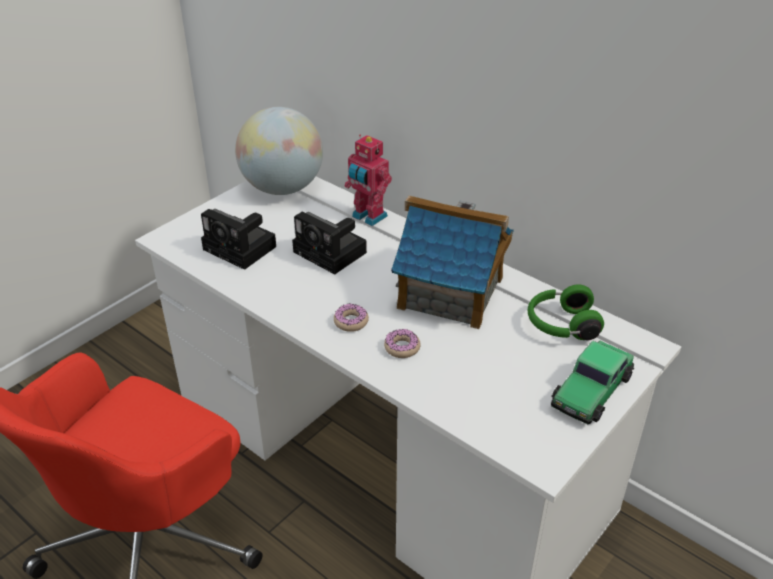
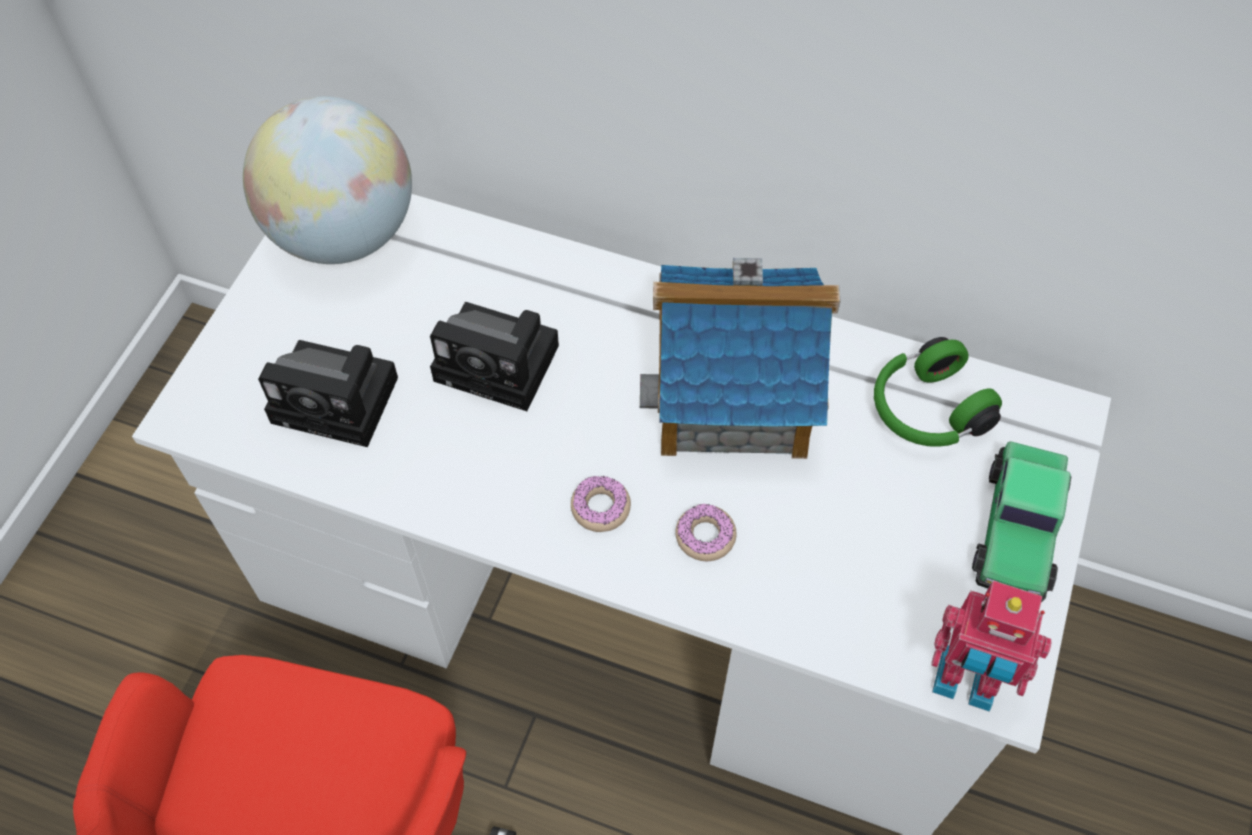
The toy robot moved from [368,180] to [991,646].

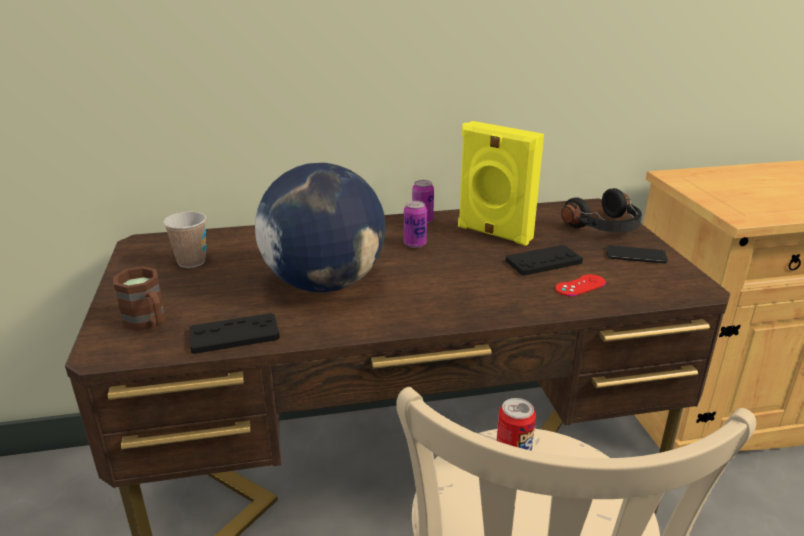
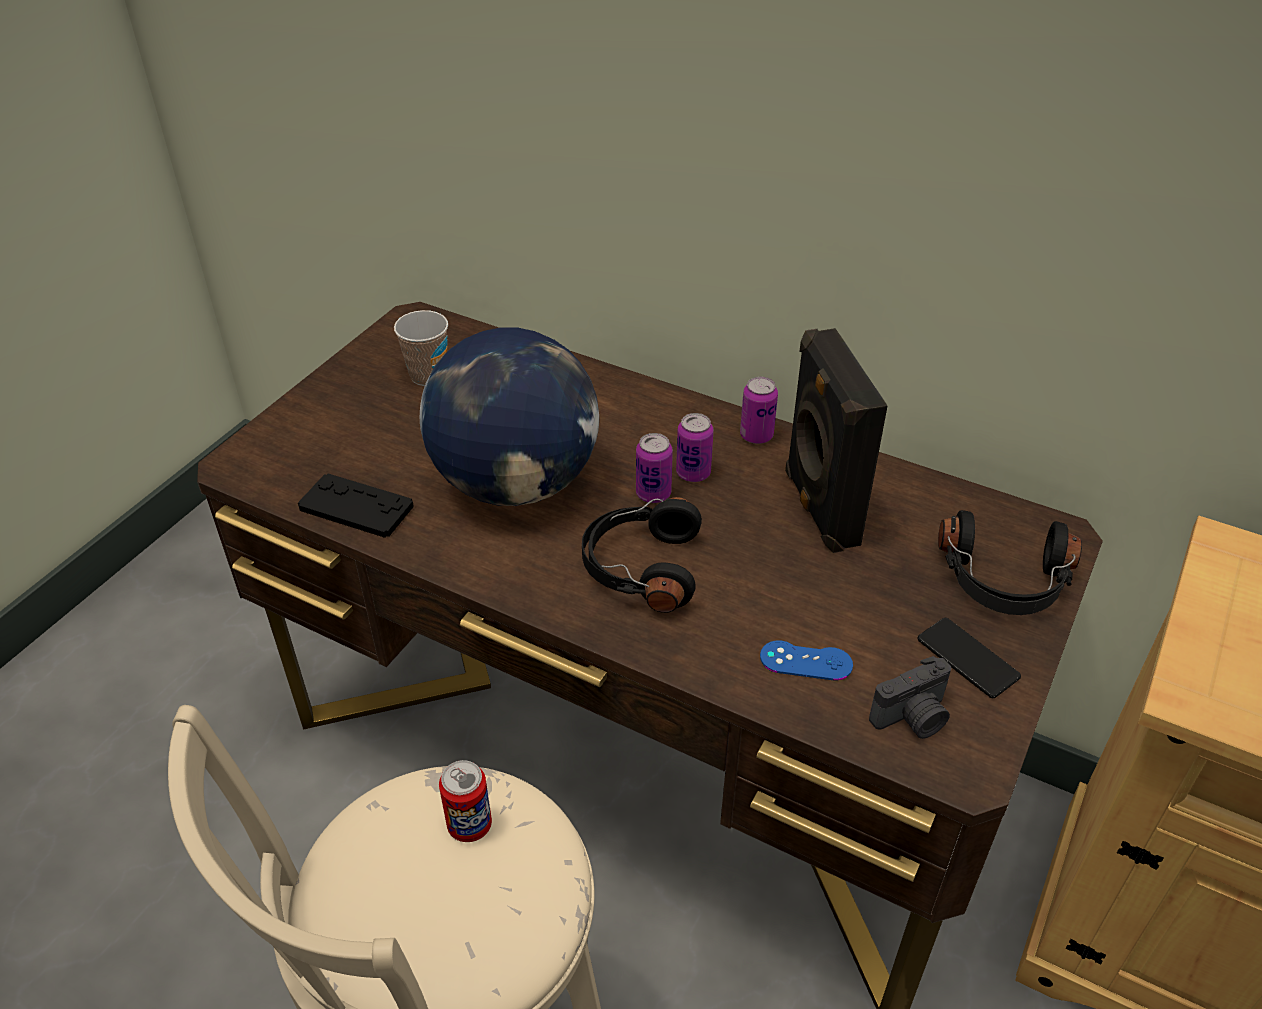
The headphones in black at [642,555] appeared.
The can at [654,468] appeared.
The game controller in red at [580,285] became the game controller in blue at [806,660].
The speaker in yellow at [501,183] became the speaker in black at [836,440].
The photo camera at [910,697] appeared.
The mug in brown at [139,298] disappeared.
The game controller in black at [544,260] disappeared.

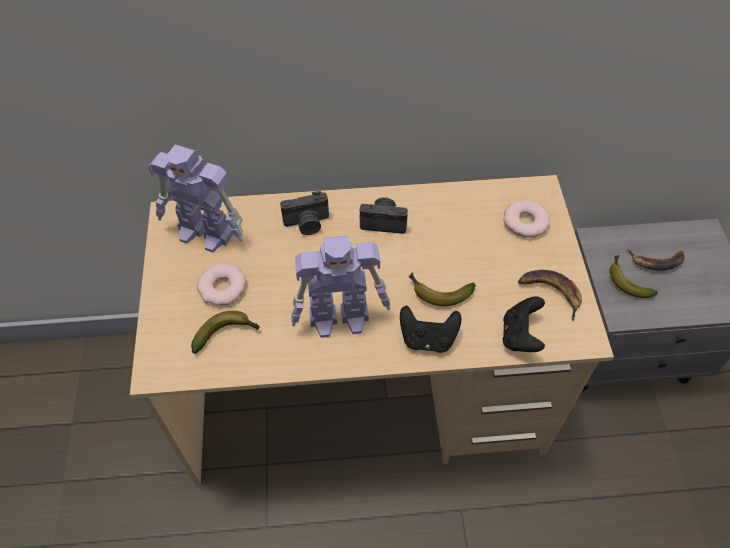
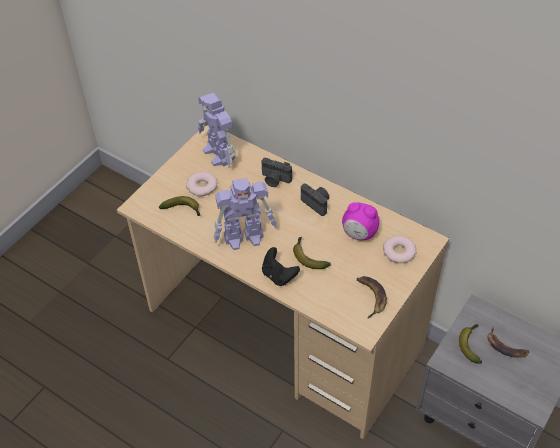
The toy robot at [340,287] turned 45 degrees counterclockwise.
The alarm clock at [360,221] appeared.
The game controller in black at [523,324] disappeared.

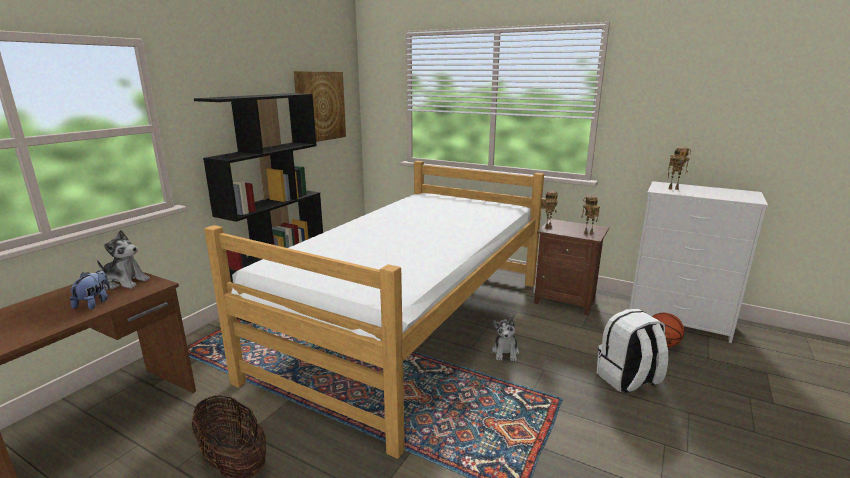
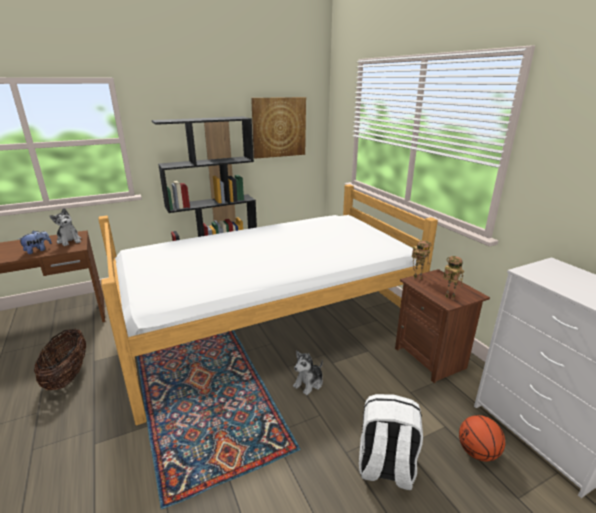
The toy robot at [679,168] disappeared.

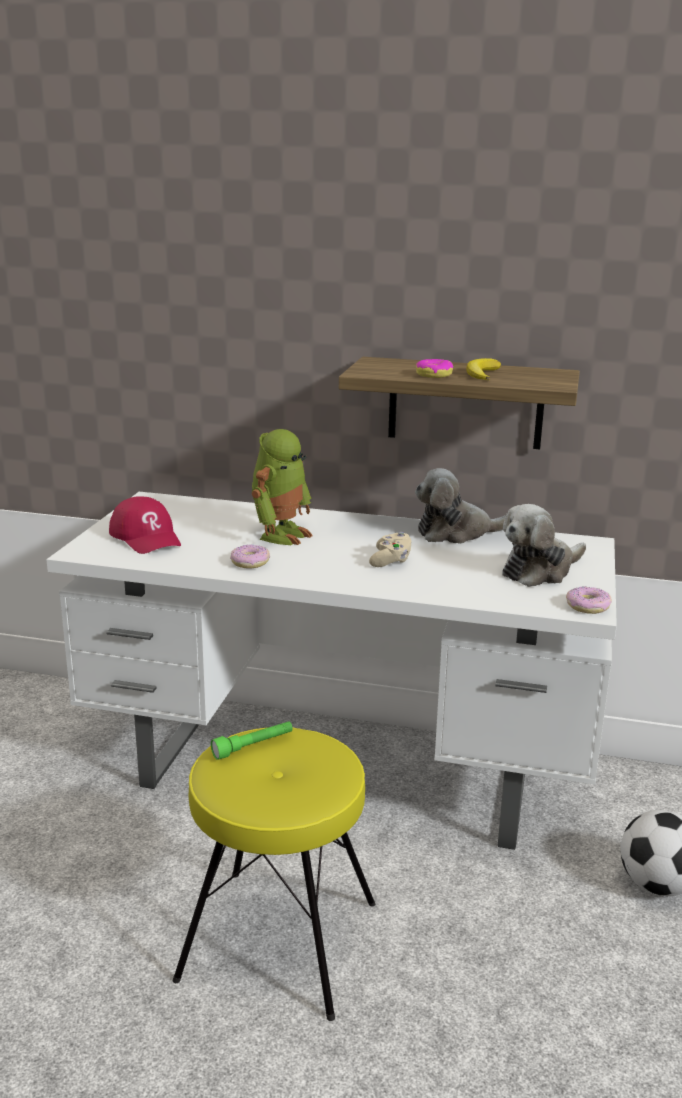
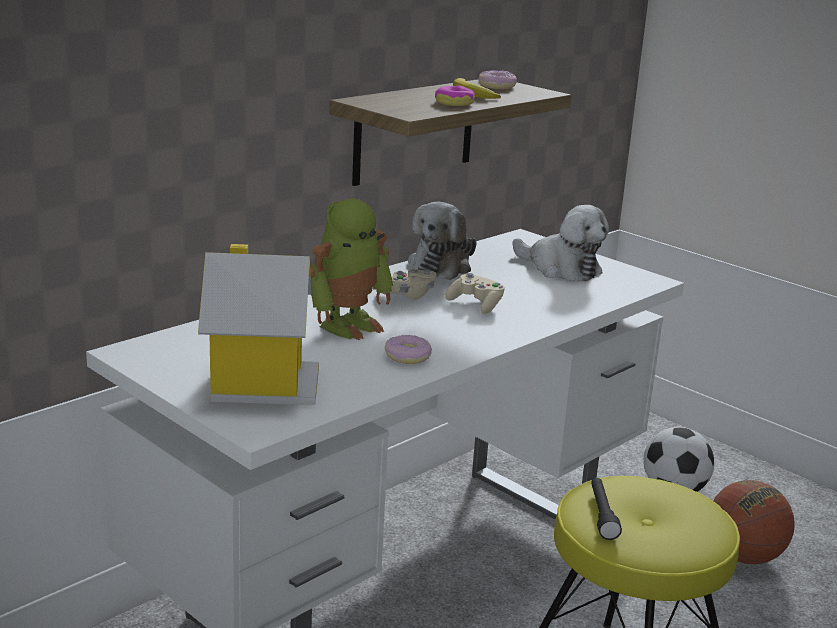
The cap in red at [145,525] was replaced by the toy house at [258,324].
The toy robot at [282,487] turned 75 degrees clockwise.
The game controller in beige at [410,284] appeared.
The donut moved from [589,600] to [497,79].
The plush toy at [544,545] turned 45 degrees counterclockwise.
The flashlight in green at [252,740] became the flashlight in black at [606,509].
The basketball at [754,522] appeared.

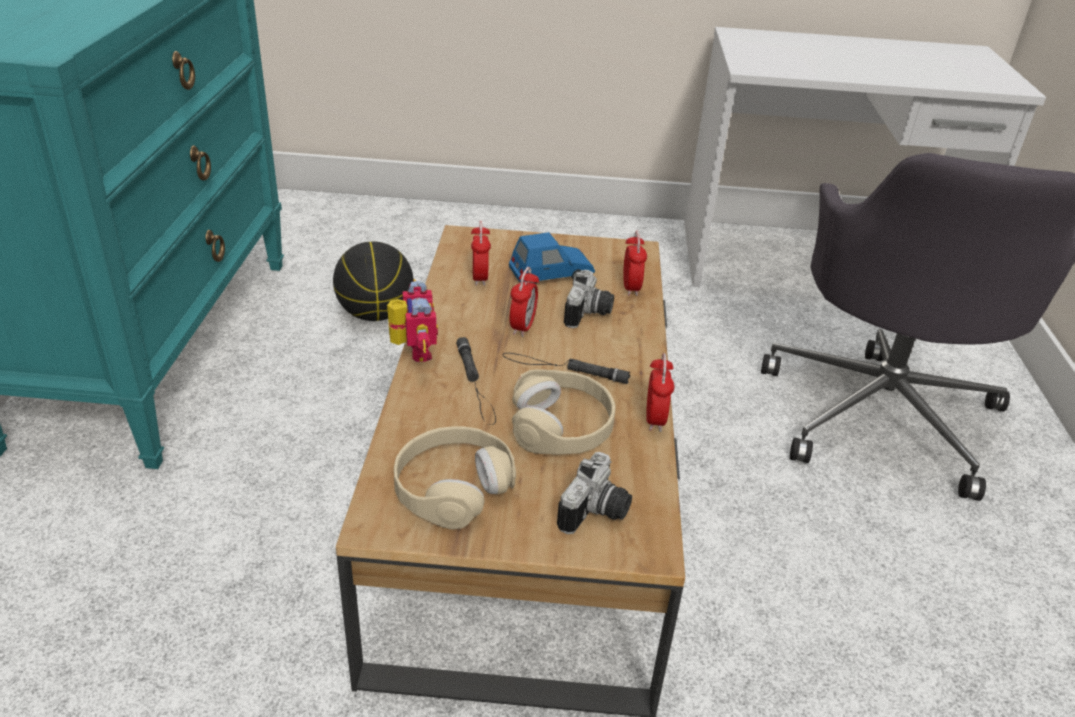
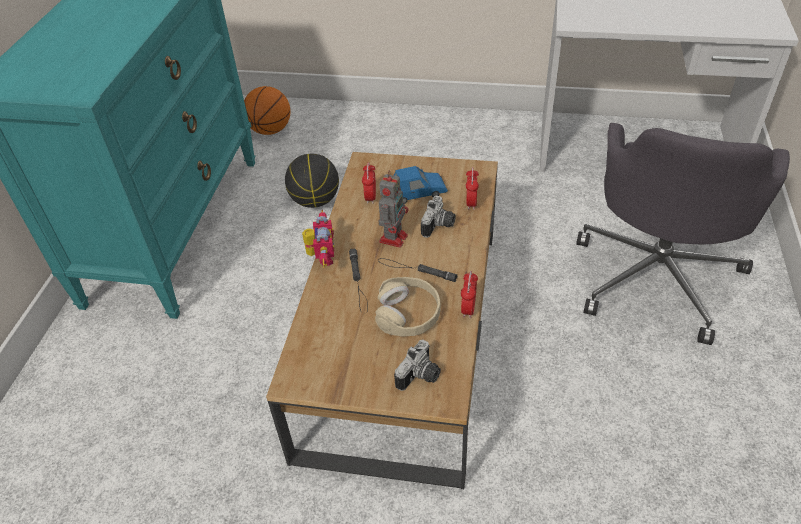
The basketball at [267,110] appeared.
The alarm clock at [524,302] was replaced by the toy robot at [394,209].
The headphones in beige at [455,478] disappeared.

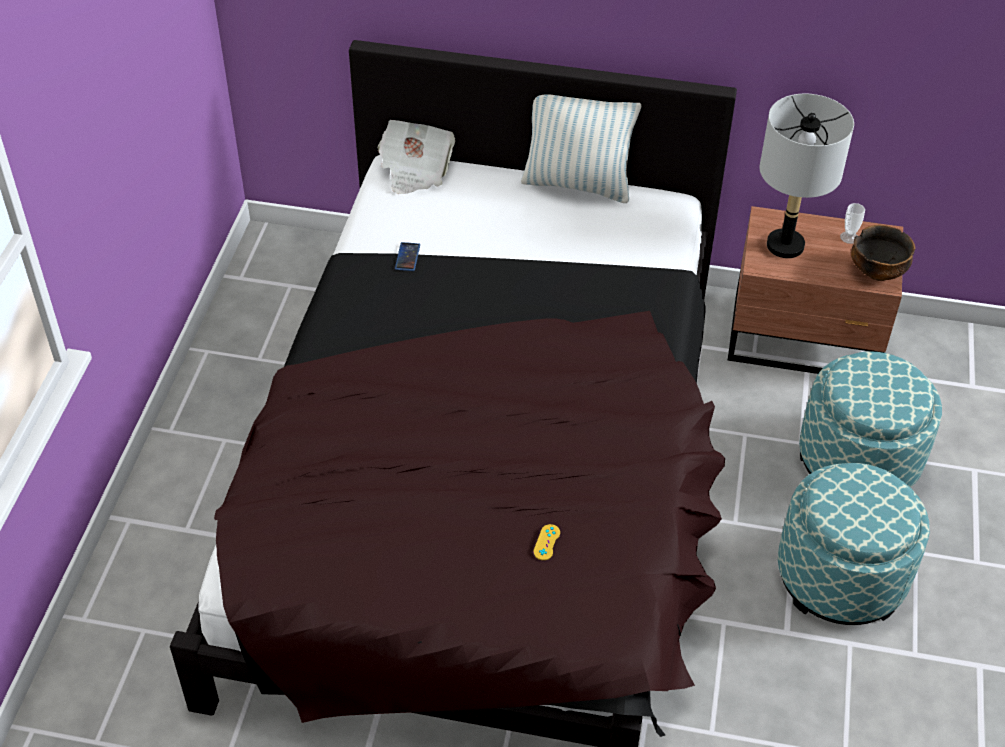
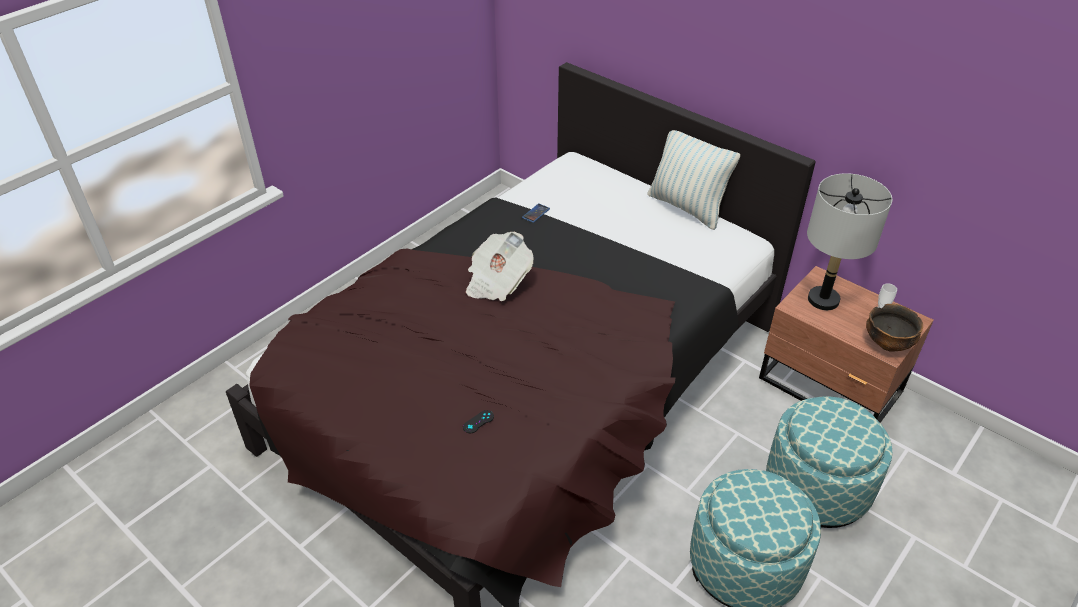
The game controller in yellow at [546,542] became the game controller in black at [478,421].
The newspaper moved from [416,157] to [499,266].

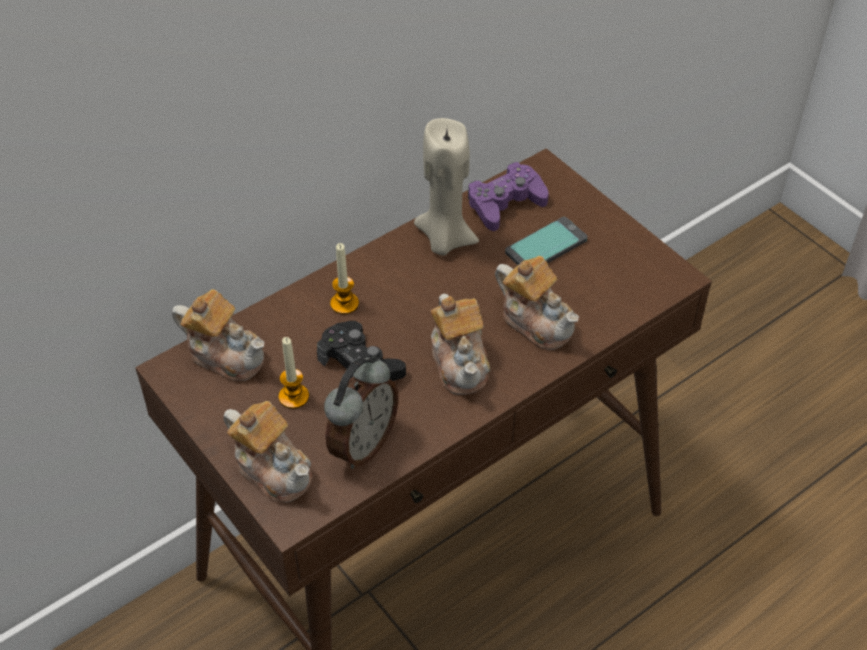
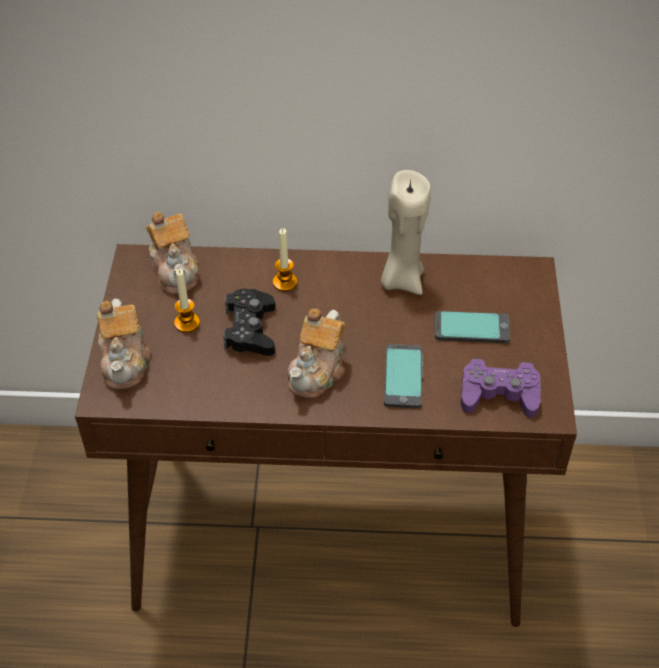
The teapot at [537,303] was replaced by the phone at [403,376].
The game controller in purple moved from [508,196] to [501,388].
The alarm clock at [361,412] disappeared.

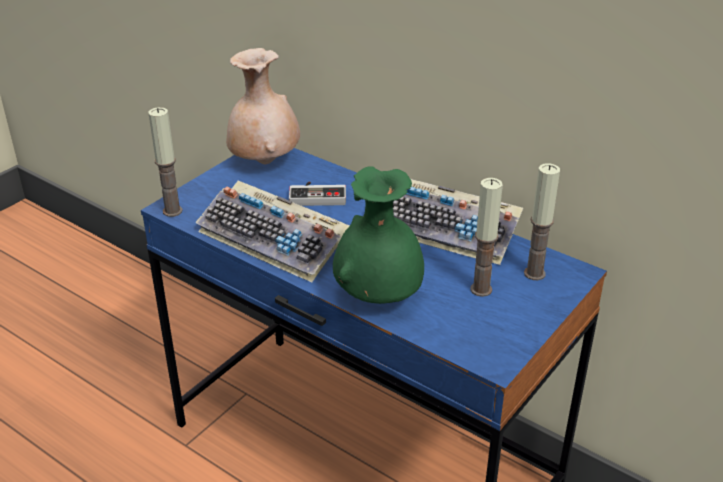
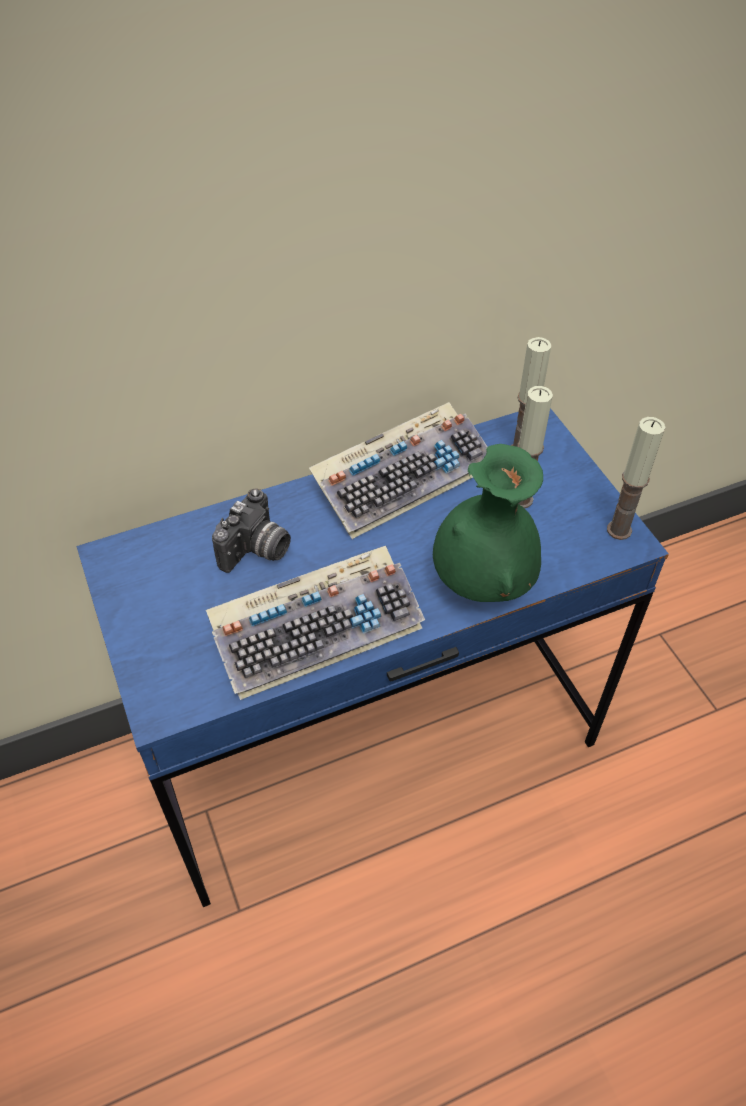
The game controller at [317,193] was replaced by the photo camera at [251,530].
The candle moved from [166,162] to [636,478].
The vase in beige at [263,106] disappeared.

